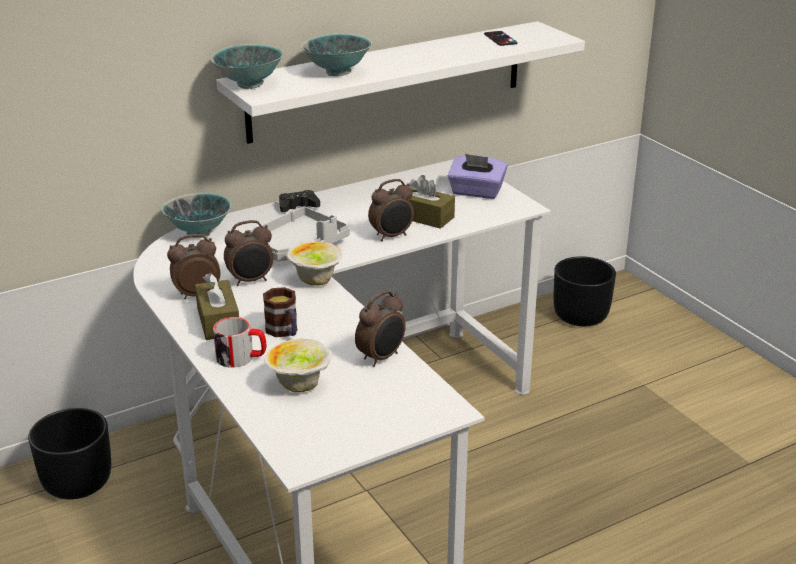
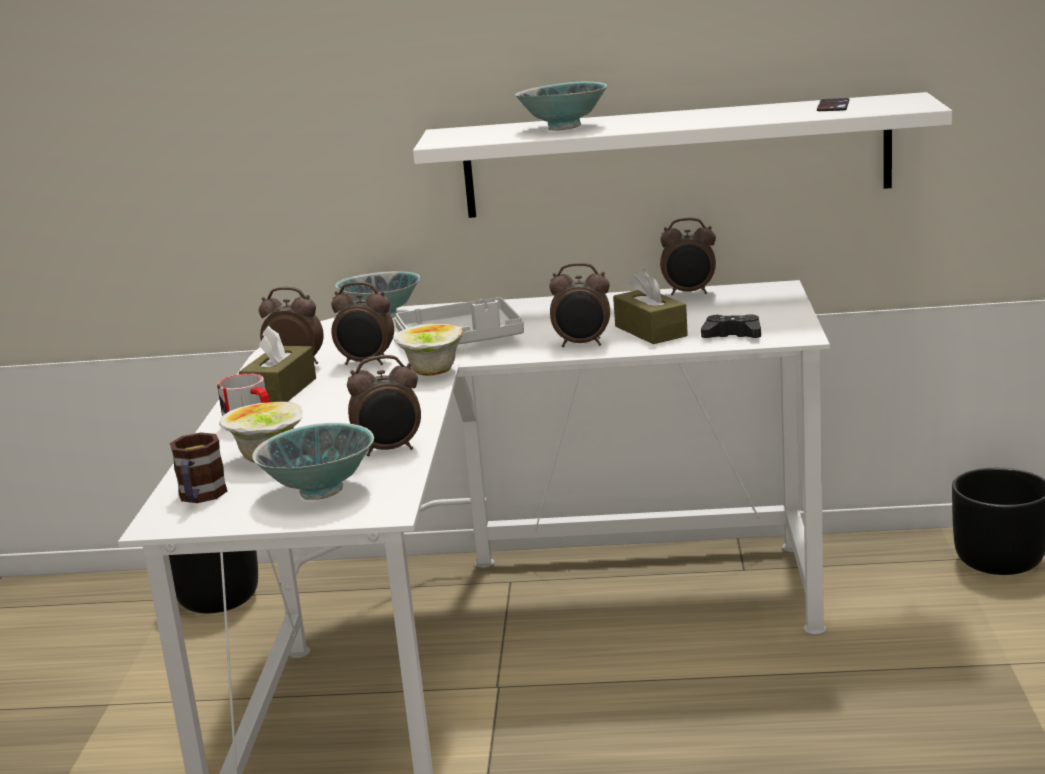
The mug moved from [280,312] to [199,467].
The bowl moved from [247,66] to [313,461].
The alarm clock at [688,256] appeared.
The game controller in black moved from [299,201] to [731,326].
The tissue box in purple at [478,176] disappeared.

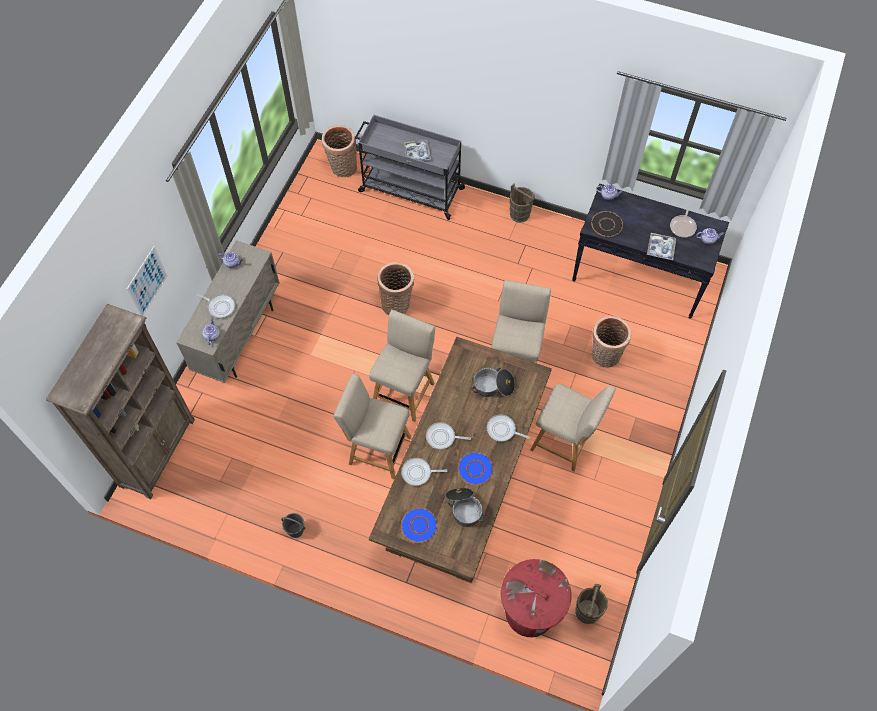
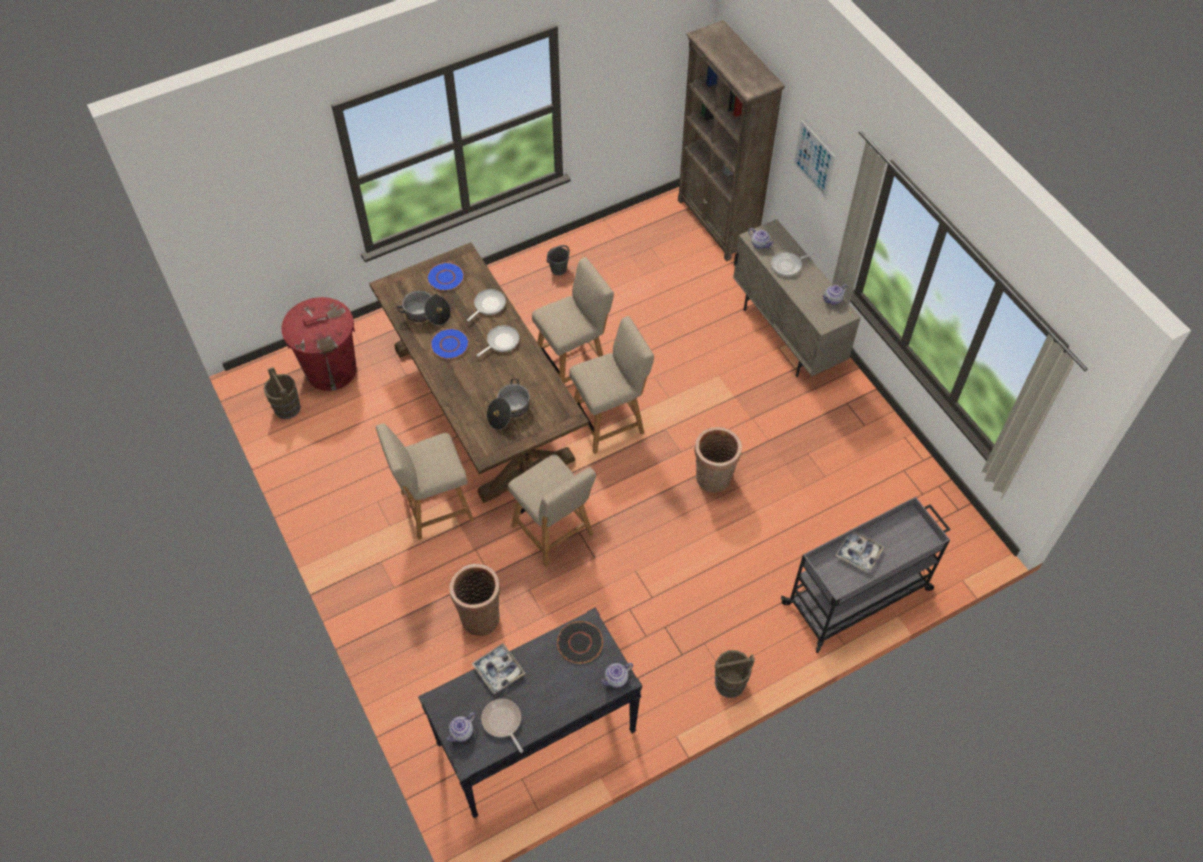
The chair in beige at [402,366] turned 90 degrees counterclockwise.
The basket at [339,151] disappeared.
The frying pan at [508,428] disappeared.

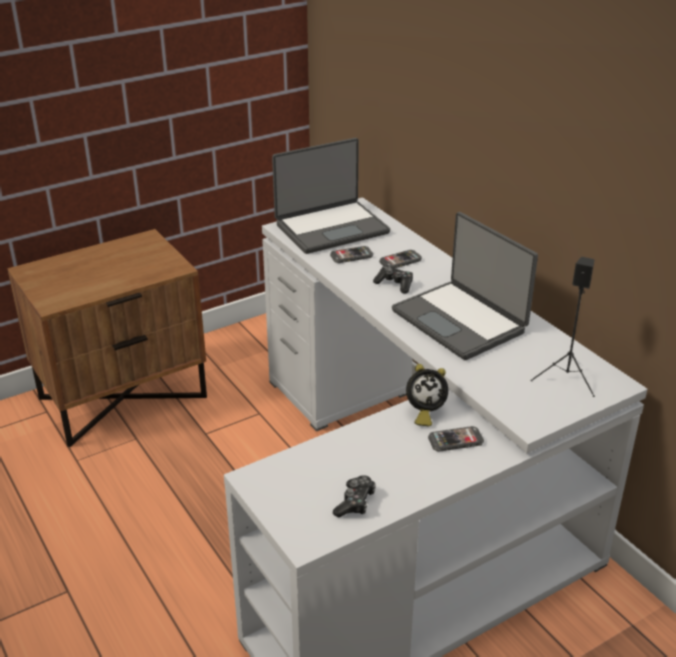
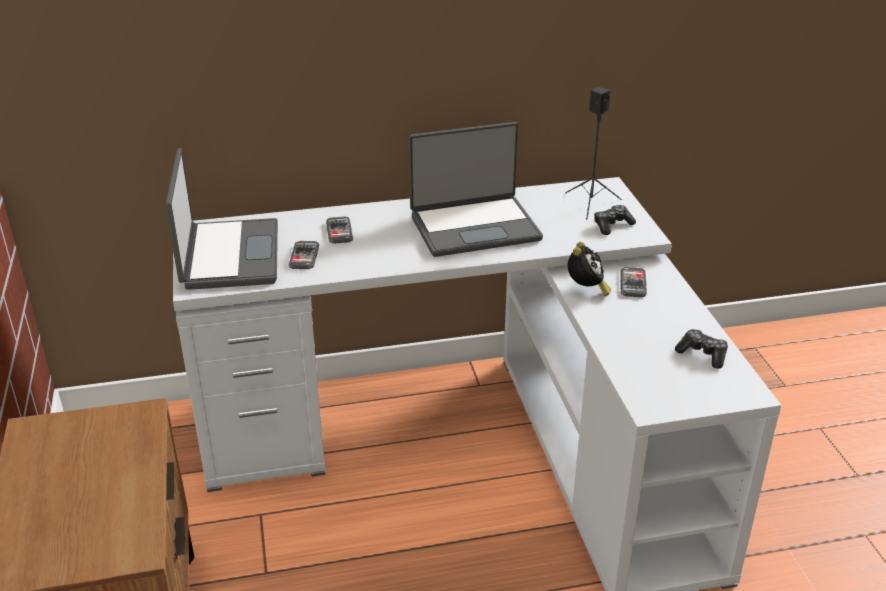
The game controller moved from [393,279] to [615,220].

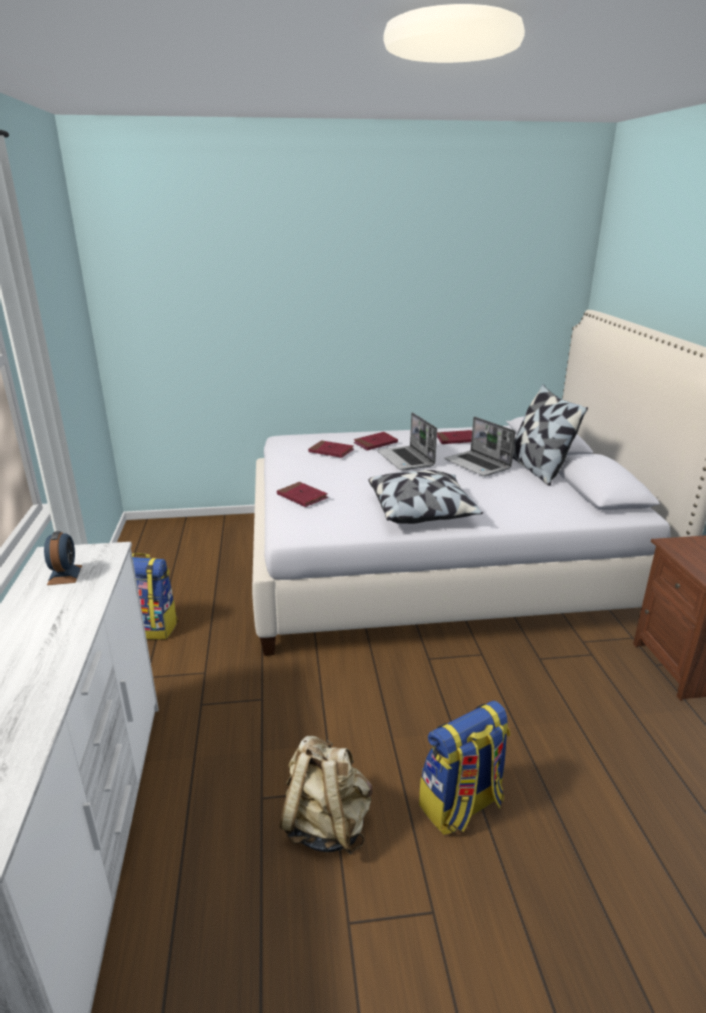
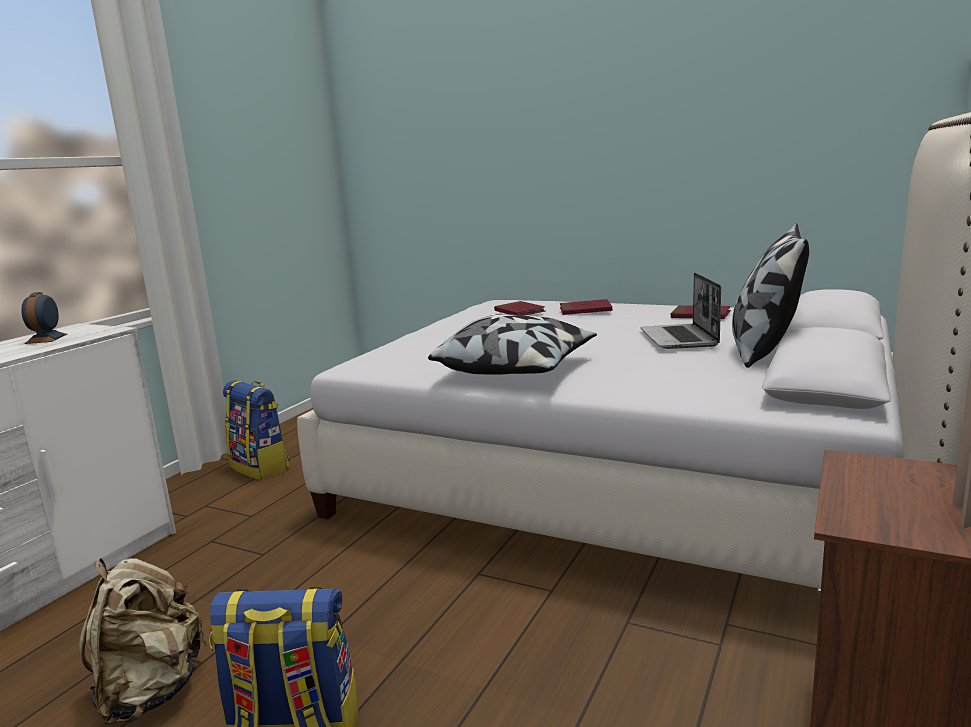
The alarm clock at [63,558] turned 150 degrees clockwise.
The book in red at [302,494] disappeared.
The laptop at [407,441] disappeared.

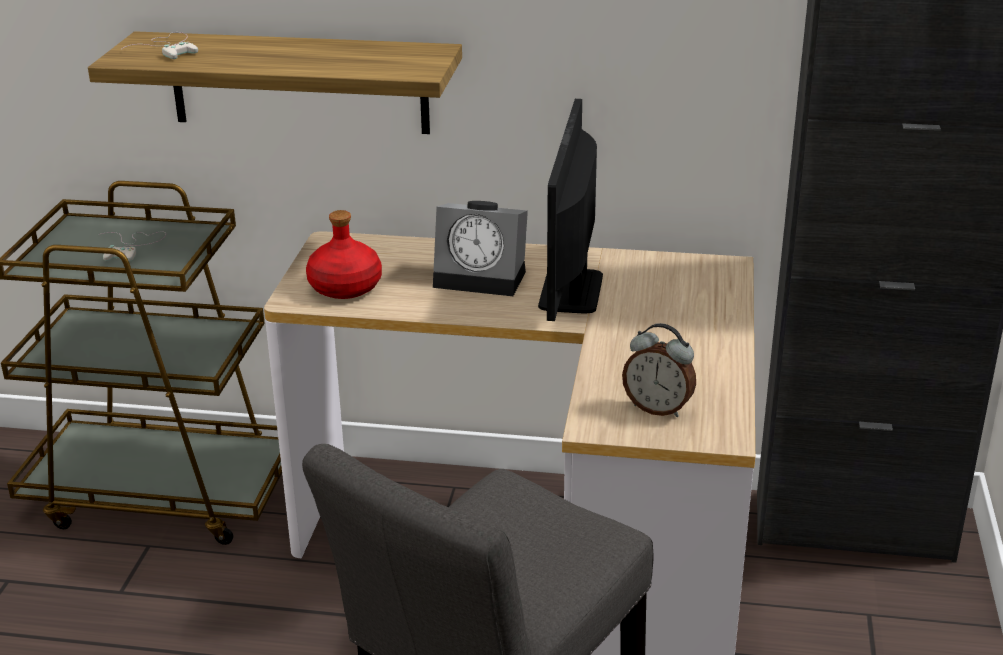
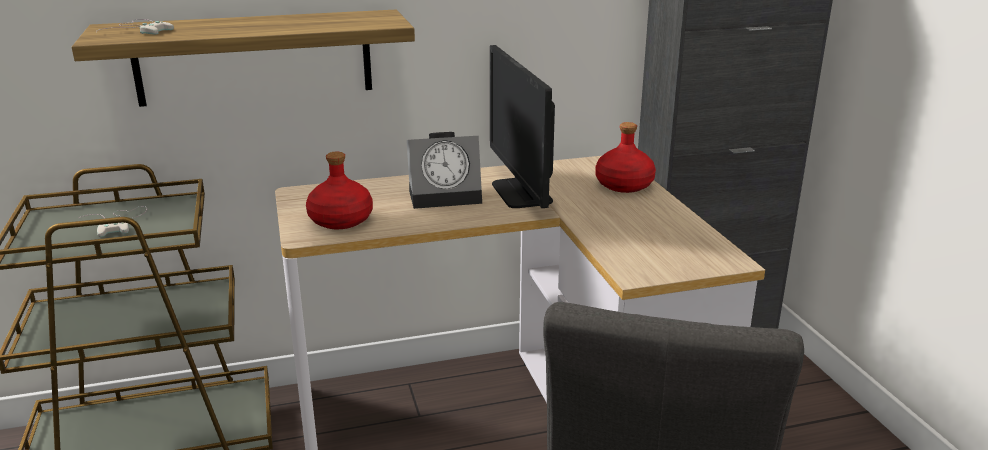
The bottle in red at [625,157] appeared.
The alarm clock at [659,370] disappeared.

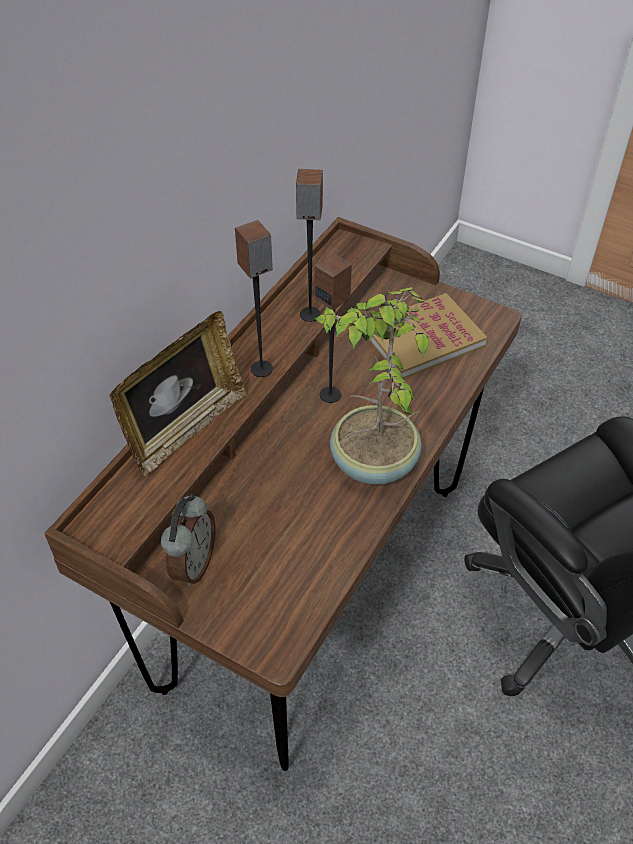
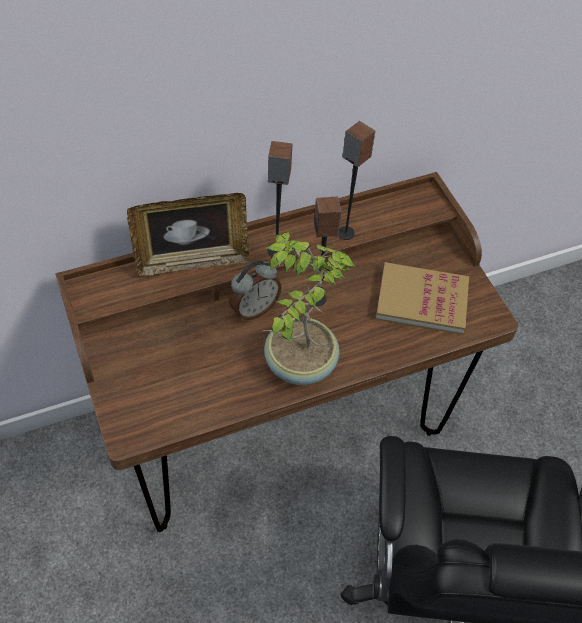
The alarm clock moved from [188,540] to [255,290].

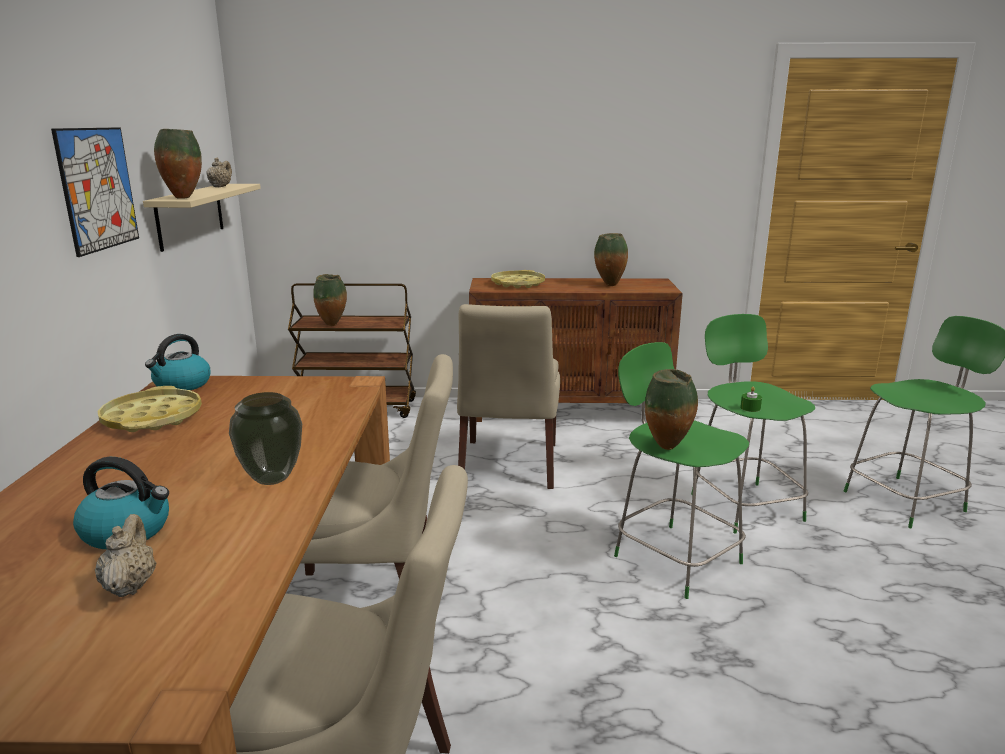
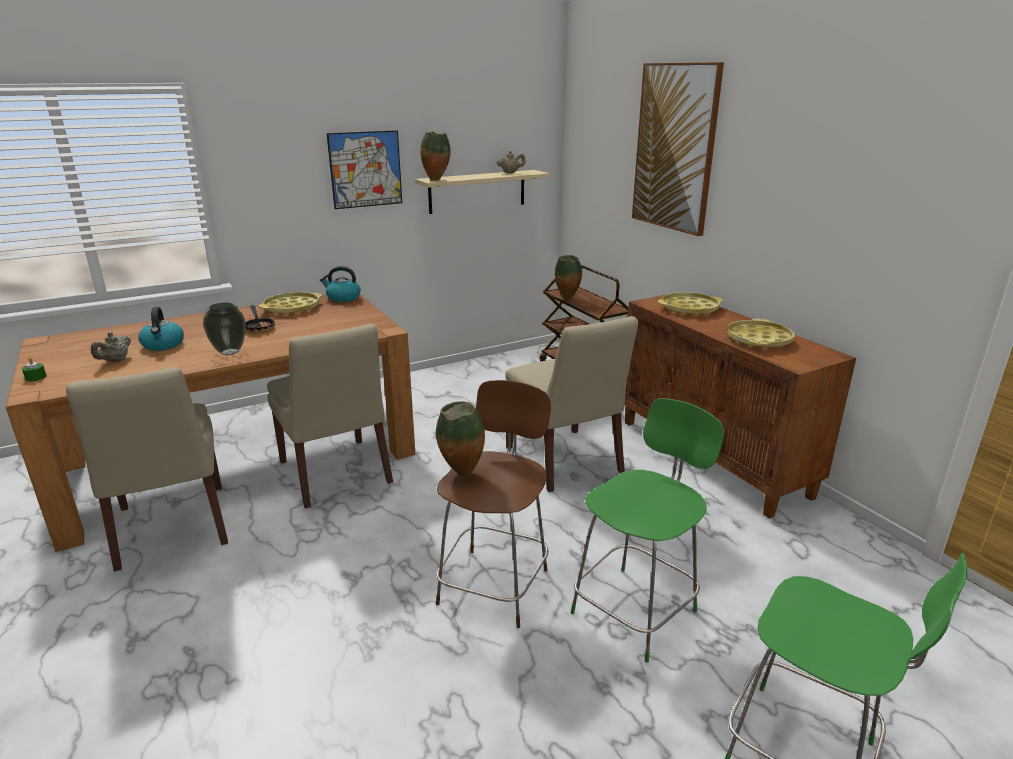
The candle in green moved from [751,399] to [34,369].
The teapot in beige at [126,555] turned 150 degrees clockwise.
The frying pan at [260,319] appeared.
The stool in green at [681,470] became the stool in brown at [493,504].
The chair in beige at [508,396] turned 90 degrees counterclockwise.
The picture at [678,149] appeared.
The vase at [611,259] was replaced by the tray in yellow at [760,333].

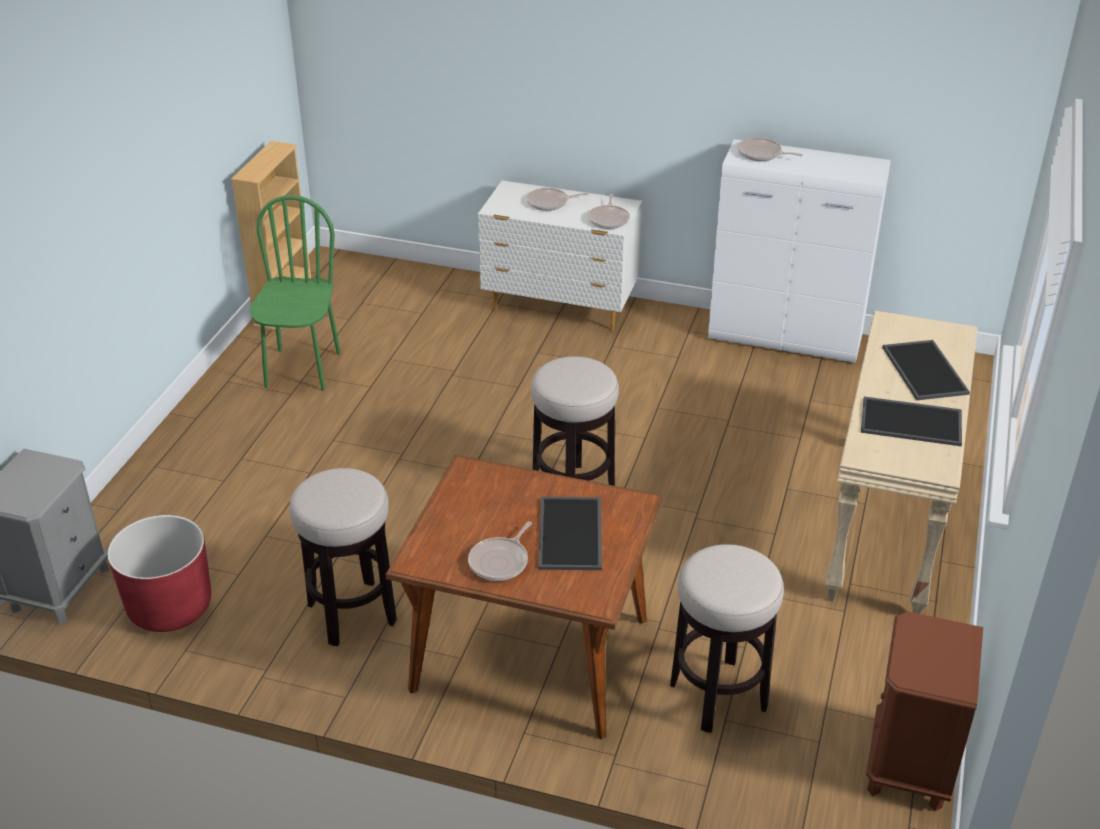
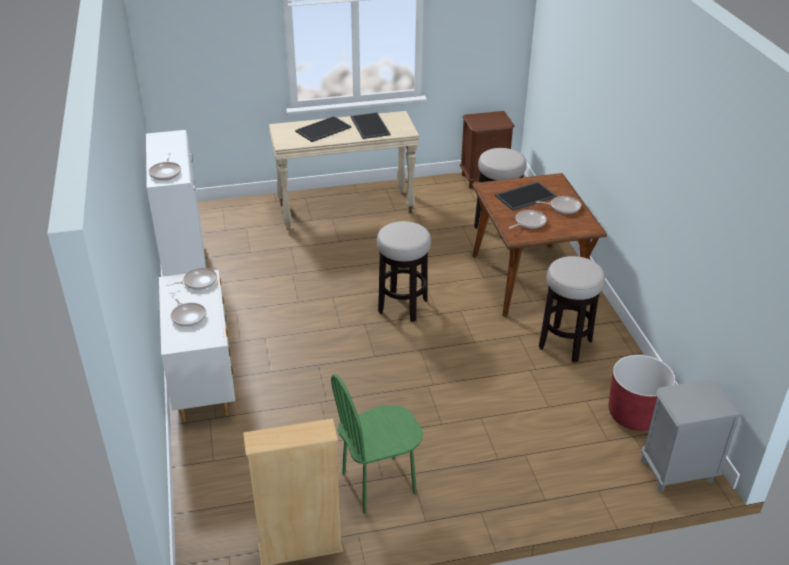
The frying pan at [528,219] appeared.

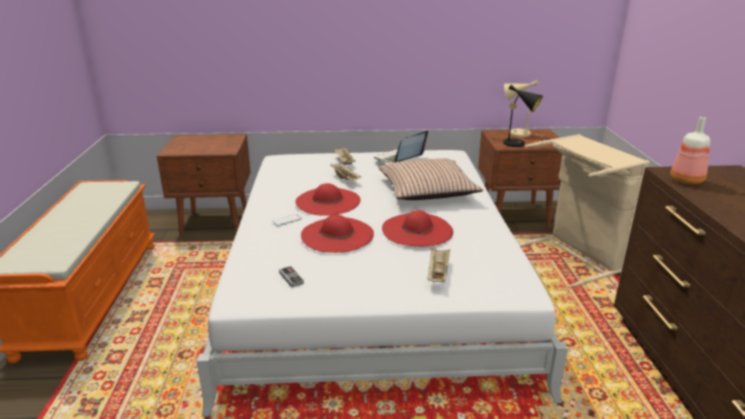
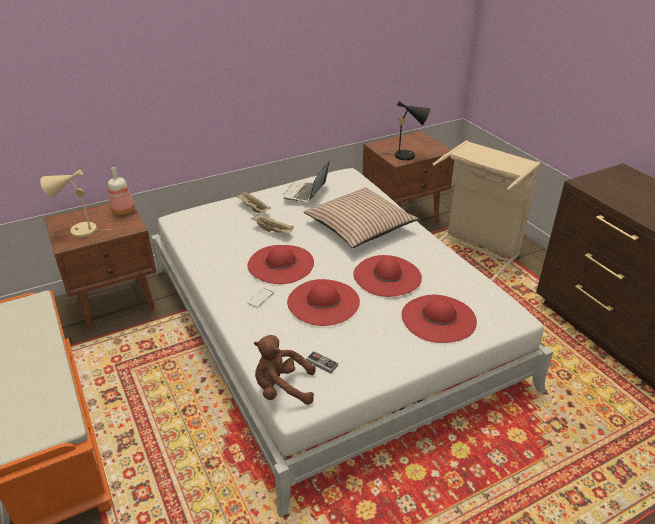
The table lamp in beige moved from [523,108] to [68,203].
The bottle moved from [690,150] to [121,191].
The plush toy in brown at [285,370] appeared.
The tray in beige at [438,265] was replaced by the hat in red at [439,319].

